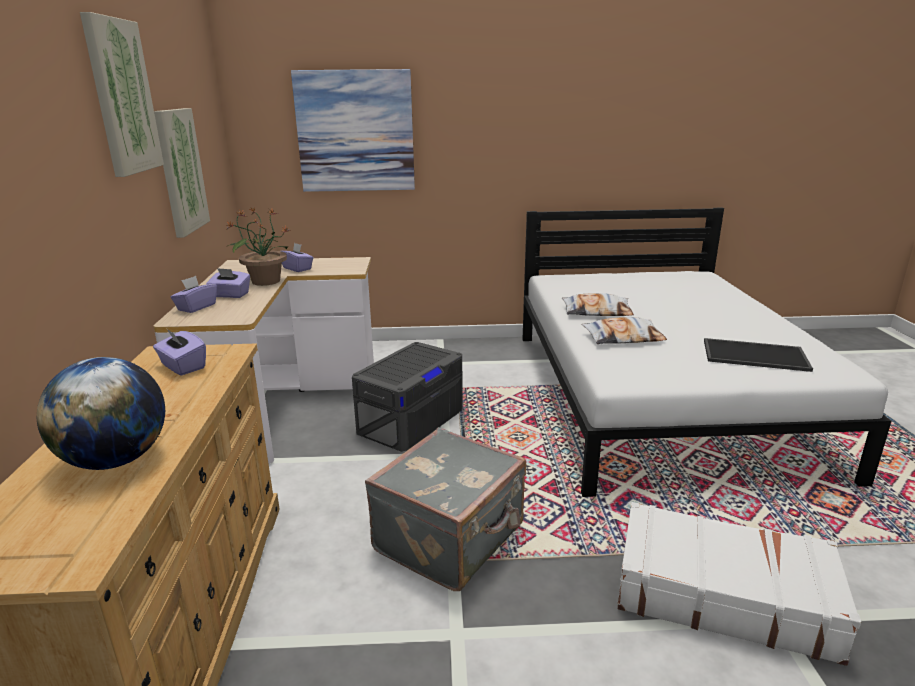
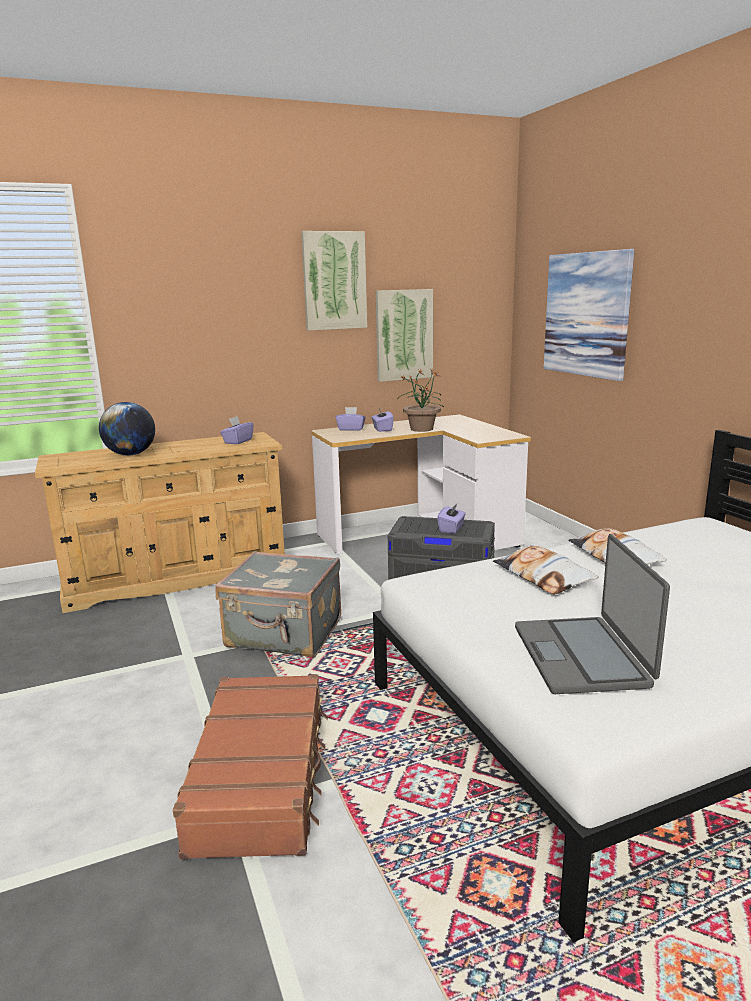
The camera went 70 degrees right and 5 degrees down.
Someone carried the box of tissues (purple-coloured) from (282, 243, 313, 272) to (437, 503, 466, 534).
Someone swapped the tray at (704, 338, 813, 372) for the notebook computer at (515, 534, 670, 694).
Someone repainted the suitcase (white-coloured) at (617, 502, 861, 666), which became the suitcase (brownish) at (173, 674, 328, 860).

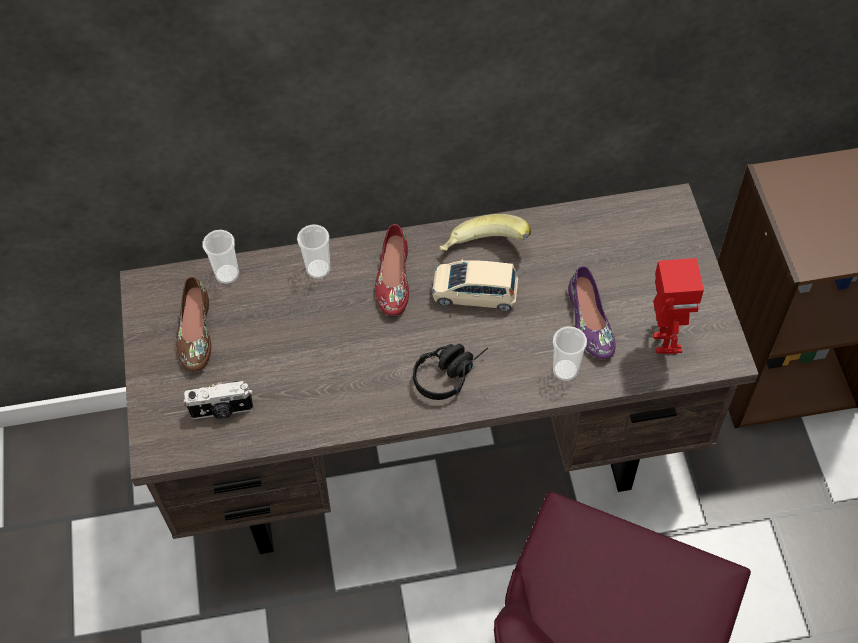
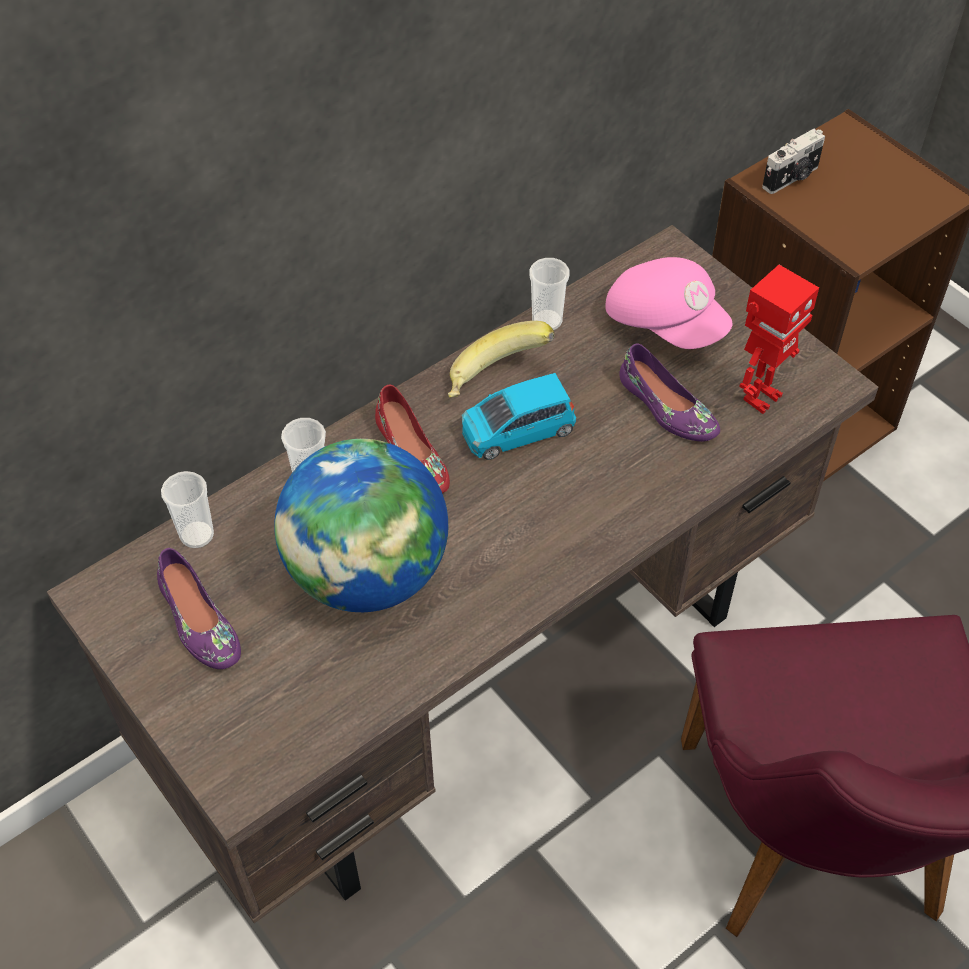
The camera went 30 degrees left and 5 degrees down.
Someone took away the headset (black) at (413, 344, 488, 400).
Someone put down the globe at (274, 439, 448, 612).
Someone put down the cap (pink-coloured) at (605, 257, 732, 349).
Someone carried the photo camera from (183, 381, 253, 419) to (762, 129, 825, 194).
Someone carried the drinking cup from (553, 326, 587, 381) to (529, 258, 570, 330).
Someone repainted the shoe (brownish) at (176, 277, 211, 371), which became the shoe (purple-coloured) at (157, 548, 241, 669).
Someone repainted the miniature car (sand-coloured) at (432, 260, 518, 311), which became the miniature car (blue) at (462, 373, 576, 460).
Someone rotated the robot figure at (653, 258, 704, 354) by 75 degrees clockwise.

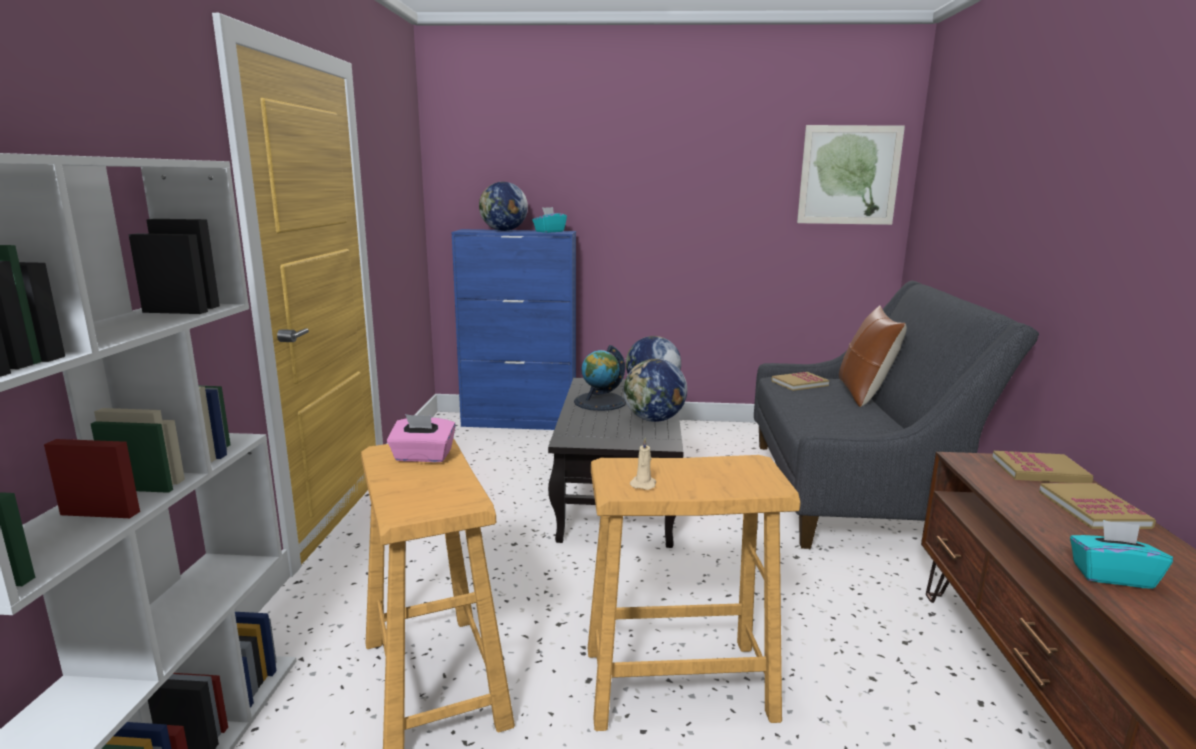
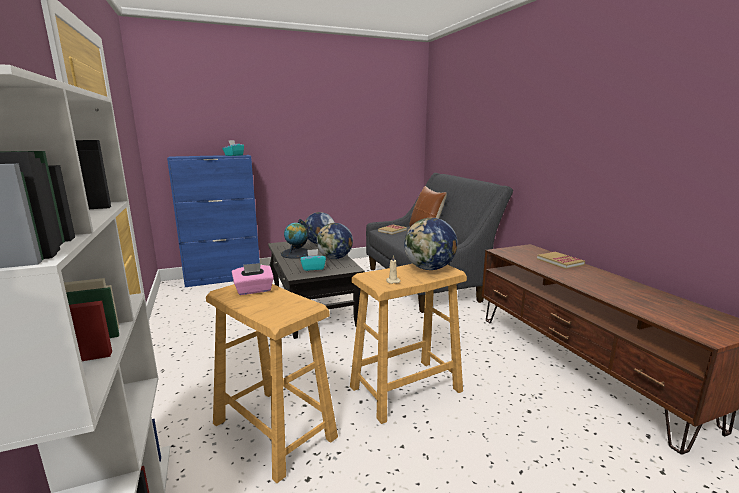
The camera went 25 degrees left and 0 degrees up.
Someone took away the picture at (797, 125, 905, 225).
Someone took away the volume at (992, 451, 1093, 483).
Someone carried the globe from (479, 182, 528, 231) to (404, 218, 458, 270).
Someone carried the box of tissues (turquoise-coloured) from (1070, 520, 1173, 589) to (300, 249, 326, 271).

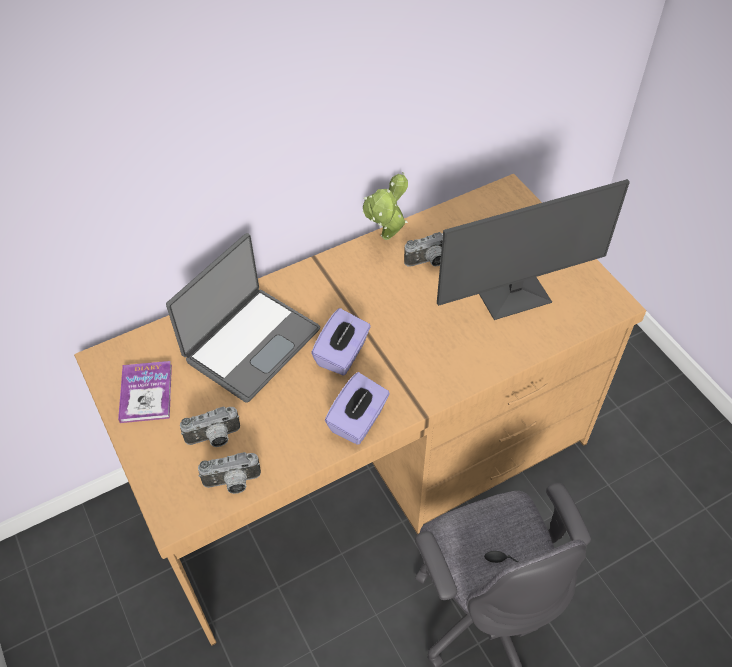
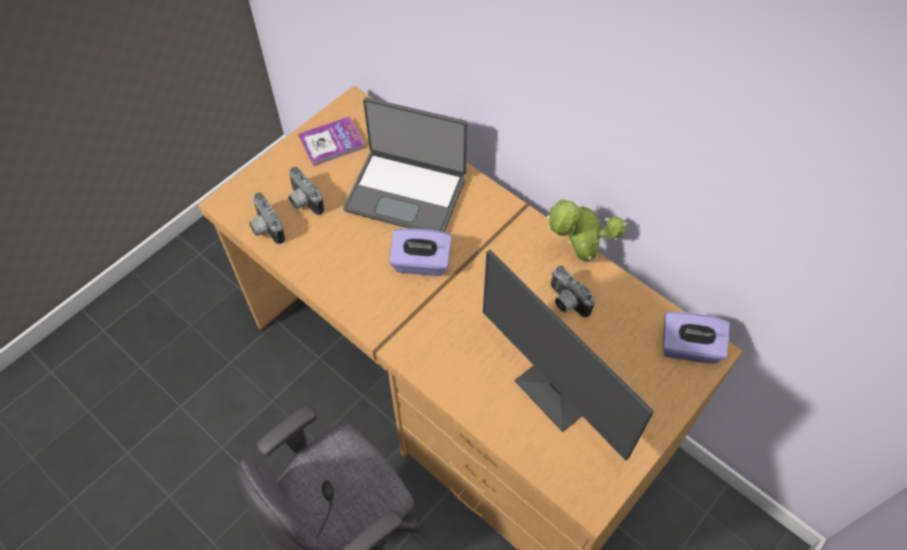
The camera went 70 degrees right and 5 degrees up.
Someone carried the box of tissues (purple-coloured) from (325, 372, 390, 445) to (663, 312, 730, 364).

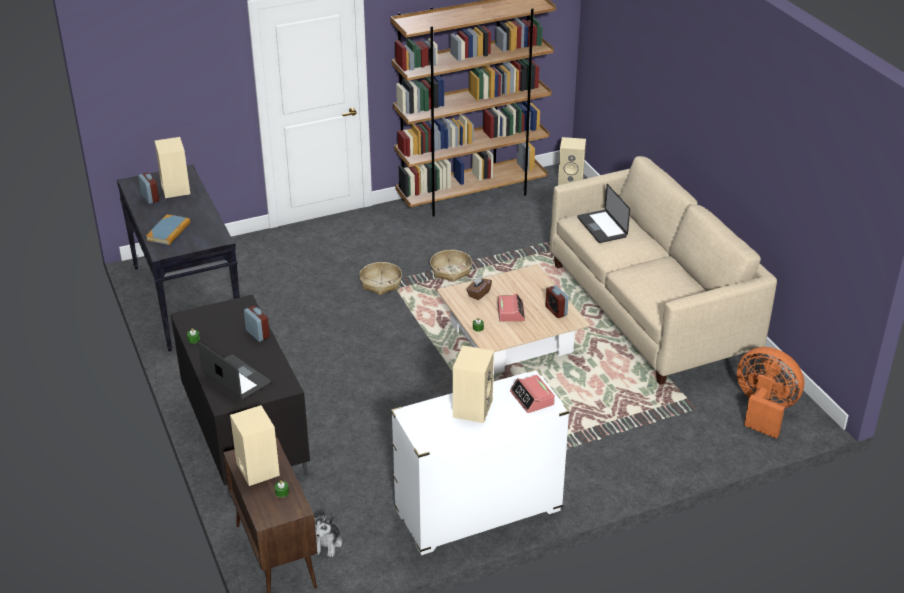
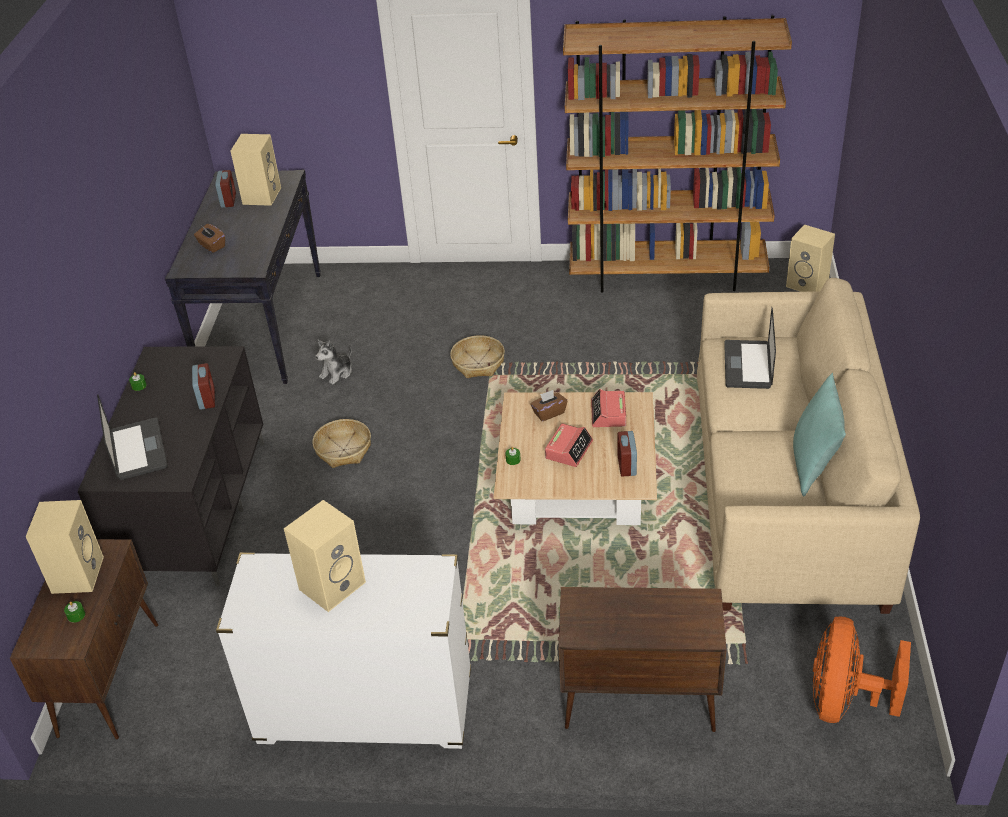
The camera went 30 degrees right and 5 degrees up.
Someone put down the cupboard (brownish) at (558, 587, 727, 732).
Someone put down the cushion (turquoise-coloured) at (793, 373, 846, 496).
Someone carried the cuddly toy from (314, 515, 342, 557) to (316, 340, 352, 385).
Someone carried the storage basket from (430, 250, 472, 282) to (313, 419, 371, 468).
Someone carried the alarm clock from (510, 375, 555, 413) to (591, 389, 626, 427).
Someone swapped the volume at (146, 214, 190, 245) for the box of tissues (brownish) at (194, 224, 225, 253).
Someone rotated the fan (orange-coloured) at (737, 347, 804, 439) by 135 degrees counterclockwise.

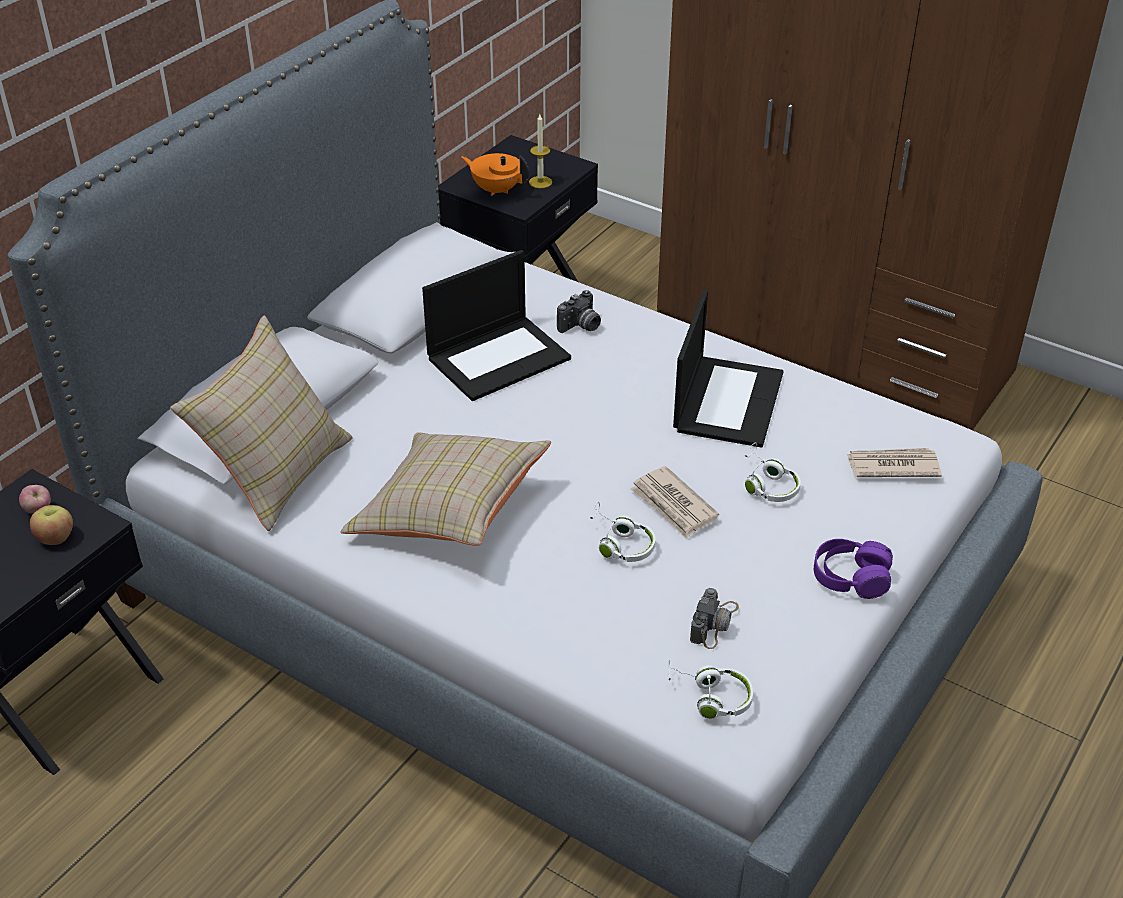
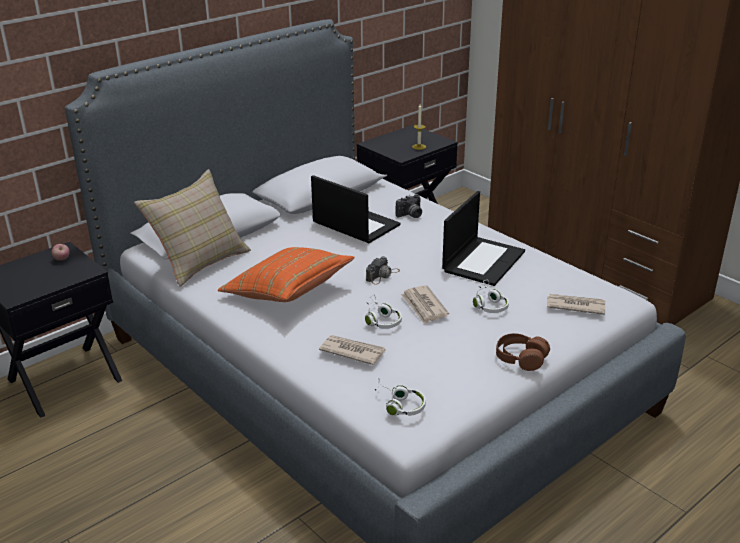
The camera went 15 degrees right and 10 degrees down.
Someone took away the apple fruit at (30, 505, 73, 545).
Someone took away the tea pot (orange-coloured) at (461, 153, 529, 196).
Someone put down the printed paper at (319, 335, 385, 365).
Someone carried the photo camera from (690, 588, 739, 649) to (366, 256, 400, 285).
Someone repainted the cushion (sand-coloured) at (341, 432, 551, 546), which became the cushion (orange-coloured) at (218, 247, 355, 302).
Someone repainted the headset (purple-coloured) at (814, 539, 893, 599), which became the headset (brownish) at (496, 333, 550, 371).
Someone rotated the notebook computer at (422, 250, 571, 401) by 120 degrees counterclockwise.

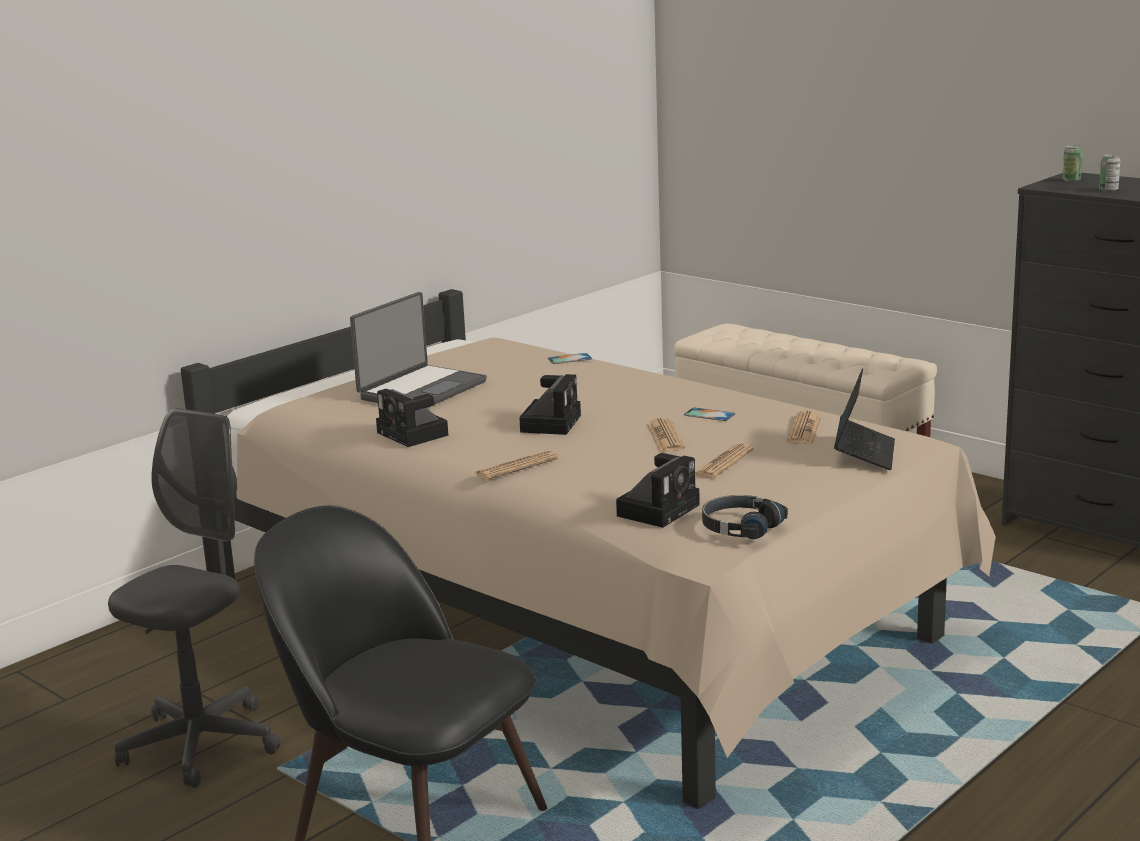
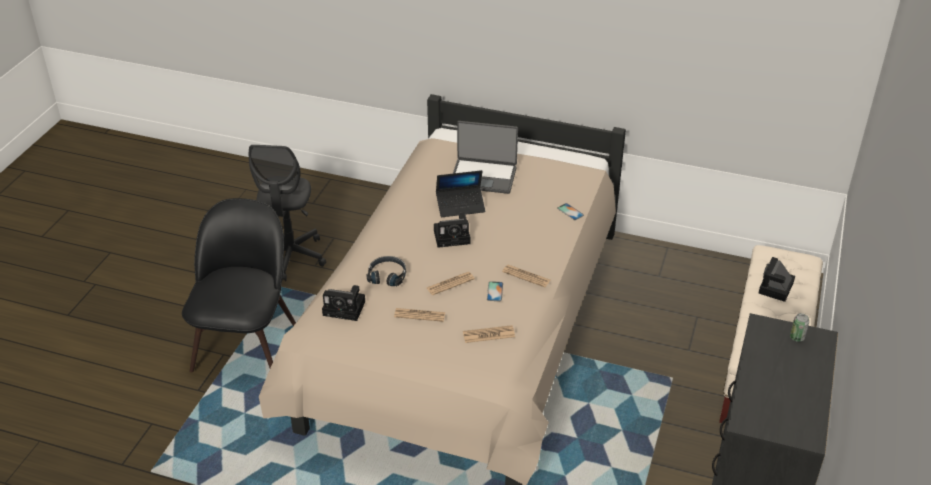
The camera went 65 degrees right and 20 degrees up.
Someone took away the sealed can at (1099, 154, 1121, 192).
Someone carried the photo camera from (376, 389, 449, 447) to (759, 257, 795, 302).
Someone carried the printed paper from (475, 450, 558, 480) to (502, 265, 551, 287).
Someone carried the headset (black) from (702, 495, 788, 539) to (366, 256, 406, 287).
Someone carried the notebook computer from (834, 368, 895, 470) to (436, 170, 485, 217).
Someone rotated the office chair (greyish) at (108, 408, 280, 788) by 90 degrees clockwise.

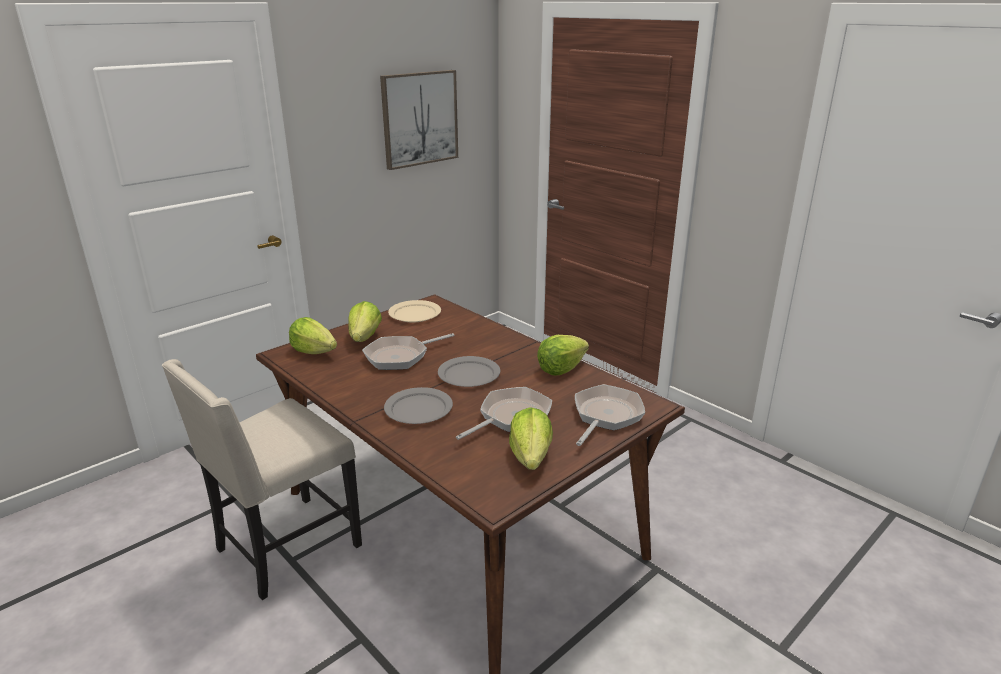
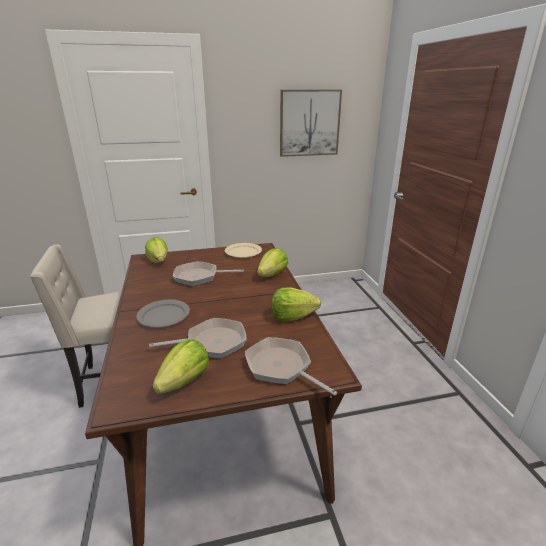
The camera went 30 degrees right and 0 degrees up.
Someone took away the dinner plate (greyish) at (438, 356, 500, 387).
Someone carried the lettuce head from (349, 301, 382, 342) to (257, 248, 288, 277).
Someone rotated the skillet at (575, 384, 645, 446) by 105 degrees counterclockwise.

